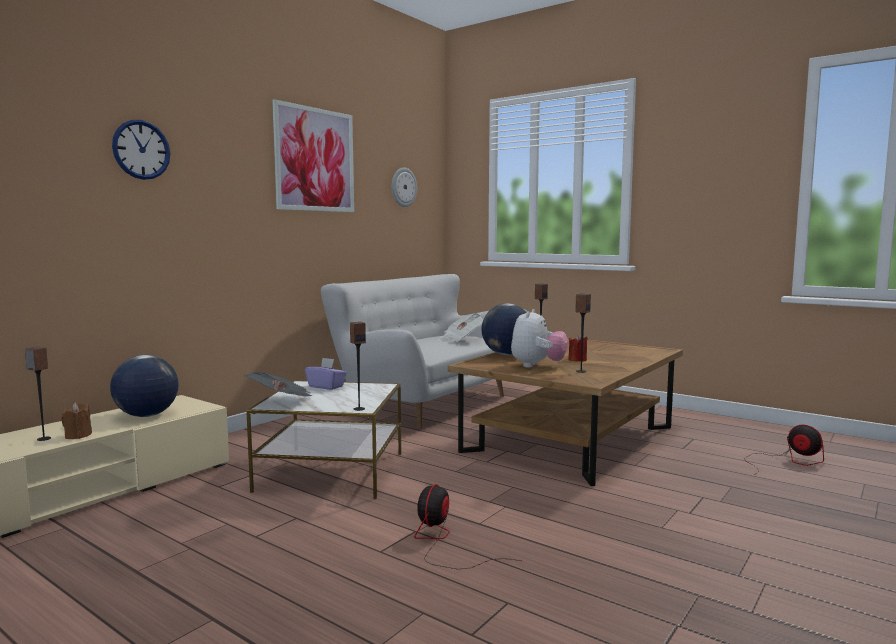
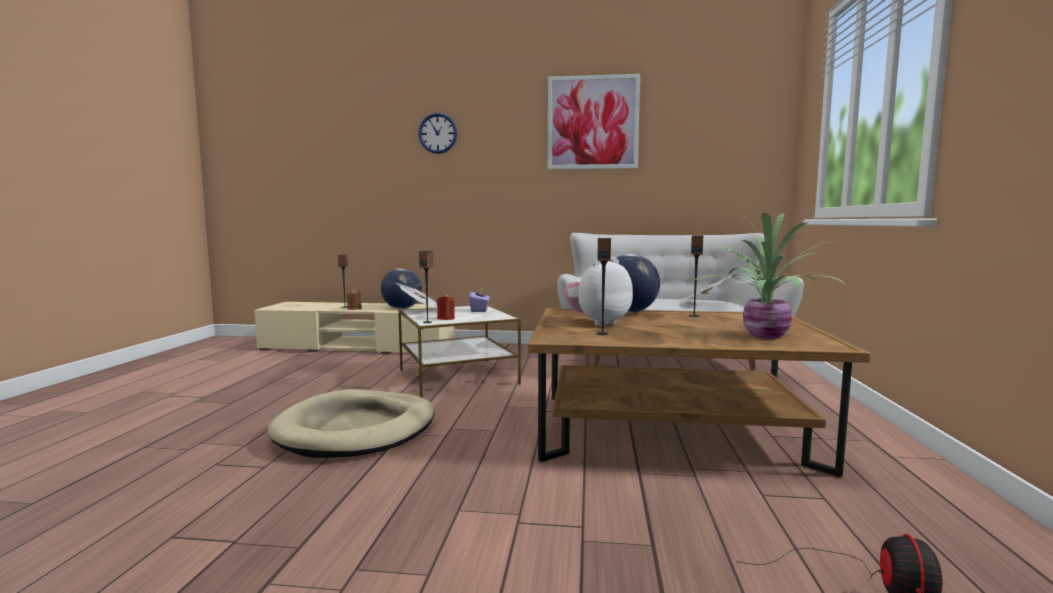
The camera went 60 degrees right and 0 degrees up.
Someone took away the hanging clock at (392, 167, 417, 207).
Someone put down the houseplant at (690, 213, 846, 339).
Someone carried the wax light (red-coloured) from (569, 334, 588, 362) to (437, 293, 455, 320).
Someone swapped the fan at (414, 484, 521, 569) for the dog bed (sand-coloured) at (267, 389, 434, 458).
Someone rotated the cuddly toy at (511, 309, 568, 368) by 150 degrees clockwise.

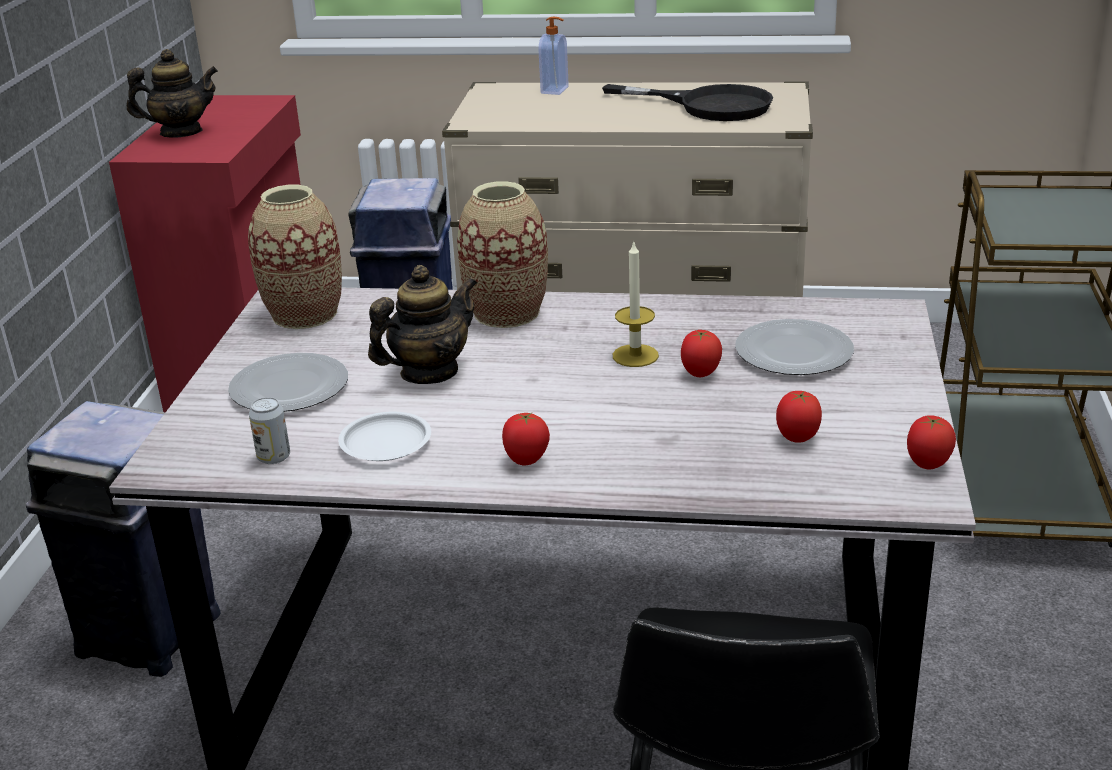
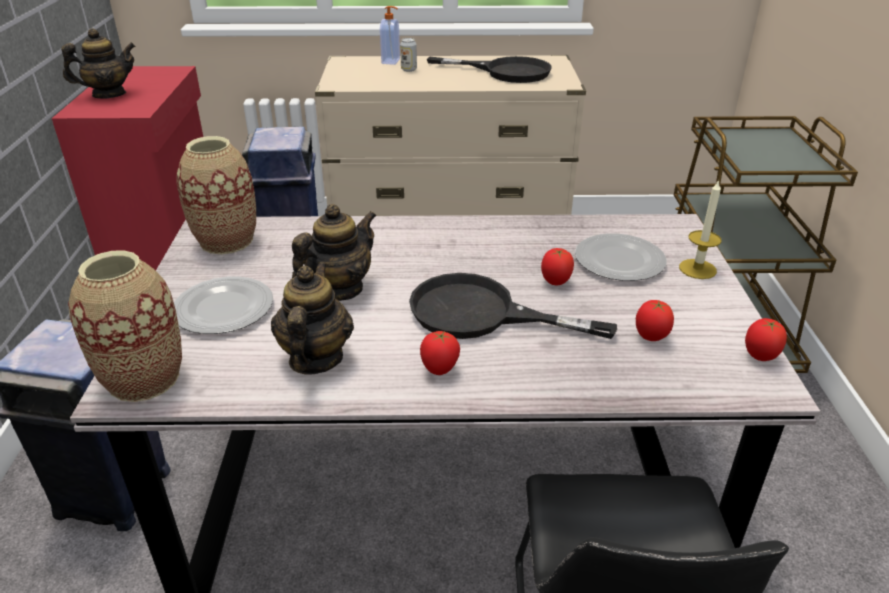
The camera went 10 degrees left and 5 degrees up.
Someone put down the skillet (black) at (409, 273, 617, 339).
Someone carried the sealed can from (249, 397, 290, 464) to (400, 38, 417, 72).
Someone carried the vase from (457, 181, 548, 328) to (68, 250, 182, 402).
Someone carried the wax light from (613, 240, 659, 367) to (679, 179, 722, 279).
Someone swapped the dinner plate (white-coloured) at (338, 412, 431, 461) for the tea pot at (271, 262, 354, 375).

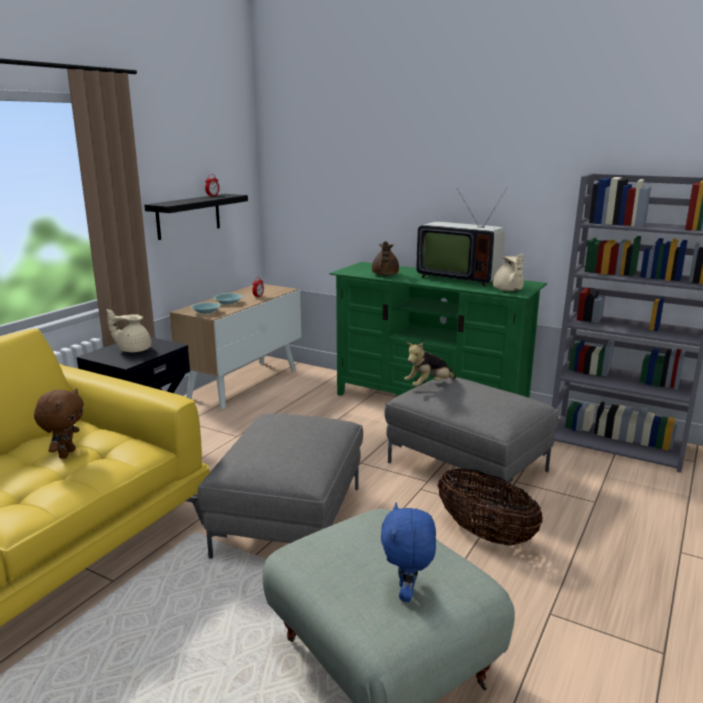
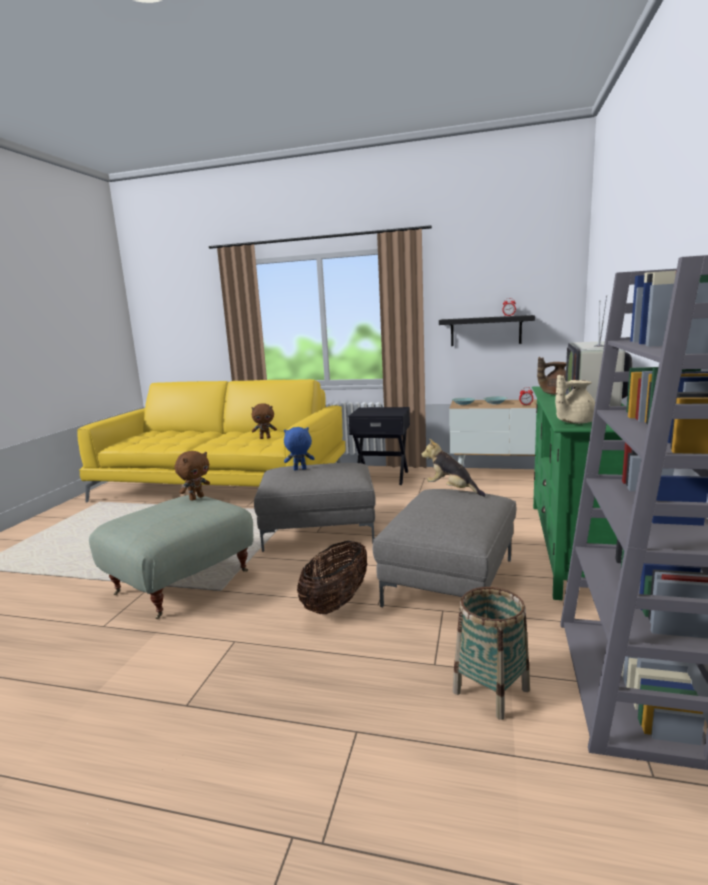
The camera went 75 degrees right and 5 degrees down.
Someone took away the tea pot (sand-coloured) at (107, 309, 151, 353).
Someone put down the cuddly toy (brownish) at (175, 451, 210, 501).
Someone put down the storage basket at (453, 587, 530, 720).
Someone carried the cuddly toy (blue) from (381, 503, 436, 602) to (284, 427, 315, 471).

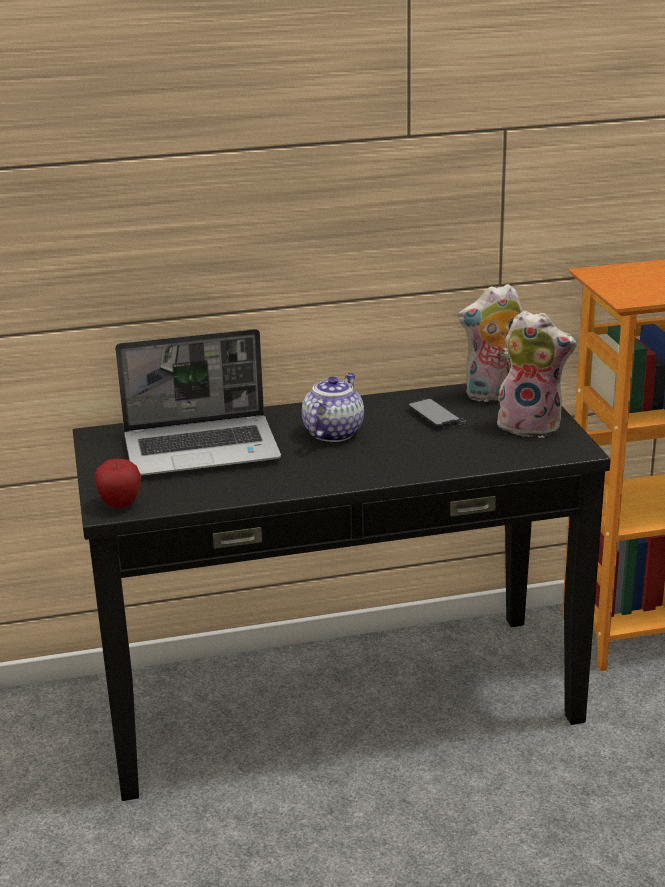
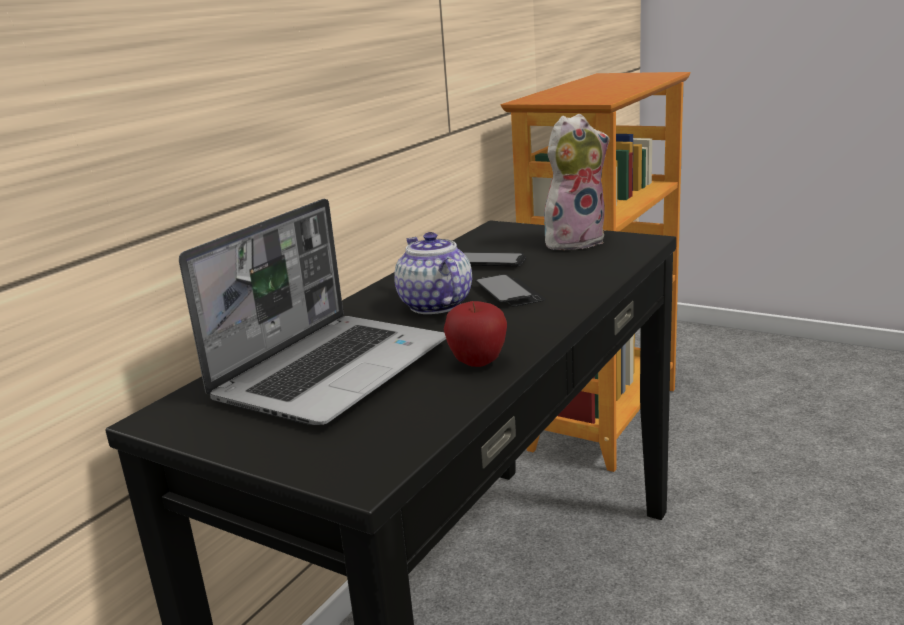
The camera went 45 degrees left and 5 degrees down.
Someone took away the cuddly toy at (458, 284, 523, 402).
Someone put down the handset at (475, 274, 545, 306).
Someone carried the apple fruit from (94, 459, 141, 508) to (444, 301, 507, 367).

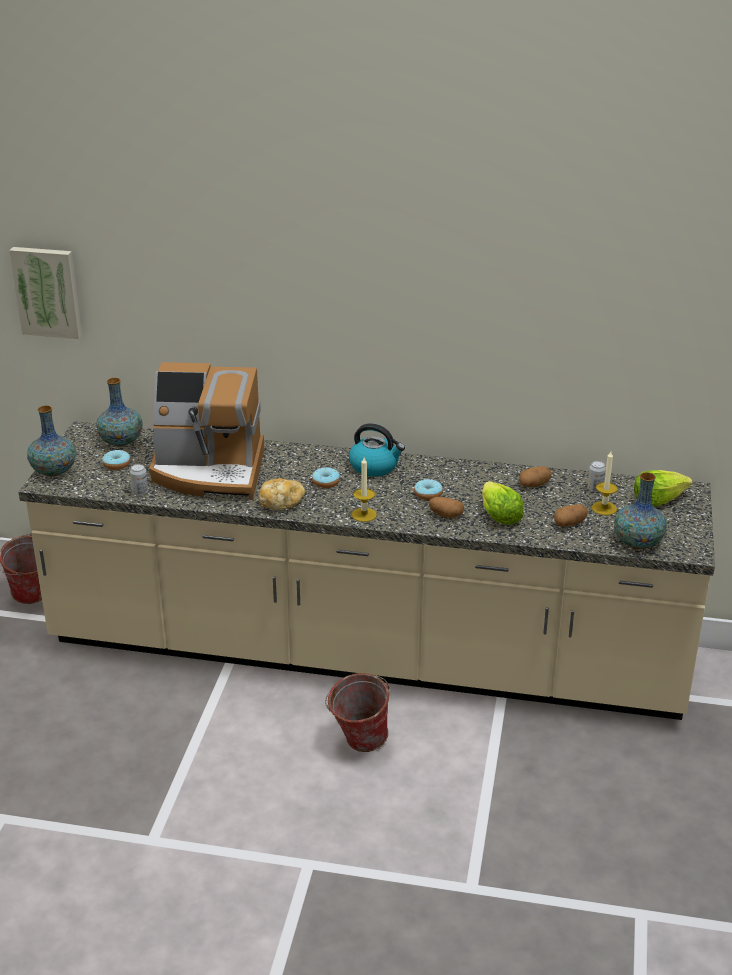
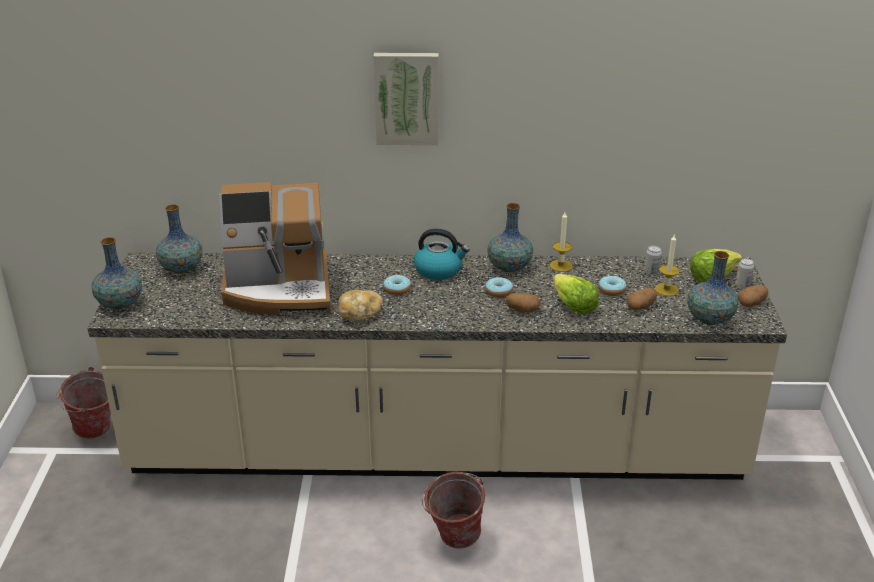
The camera went 10 degrees left and 0 degrees up.
Someone put down the vase at (487, 203, 533, 272).
Someone carried the picture from (9, 247, 82, 339) to (373, 53, 439, 145).
Someone carried the ring doughnut from (102, 450, 131, 470) to (598, 276, 626, 296).
Someone carried the sealed can from (130, 464, 148, 496) to (735, 258, 754, 289).
Someone carried the wax light from (352, 457, 377, 522) to (550, 212, 573, 272).
Someone carried the whole potato from (519, 466, 551, 487) to (738, 285, 768, 307).

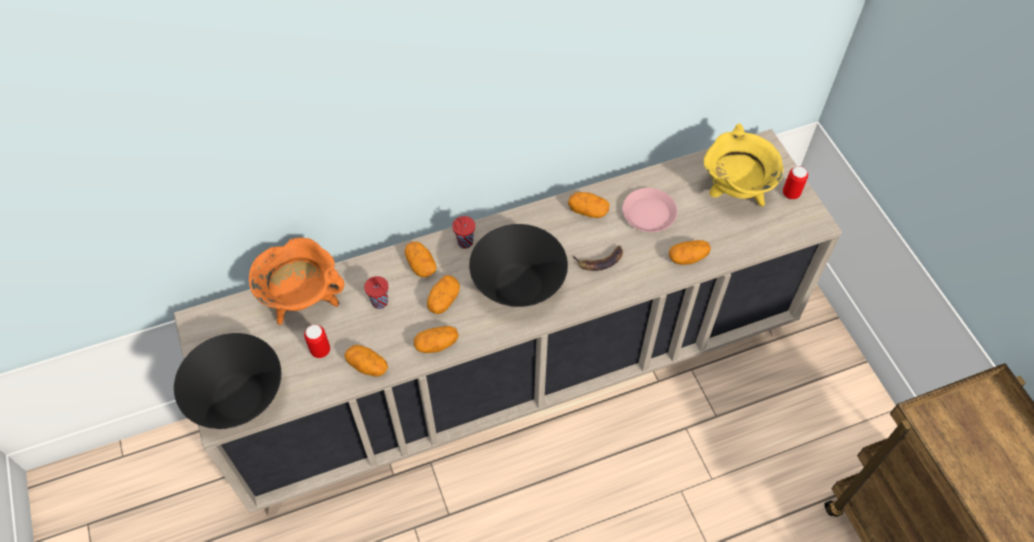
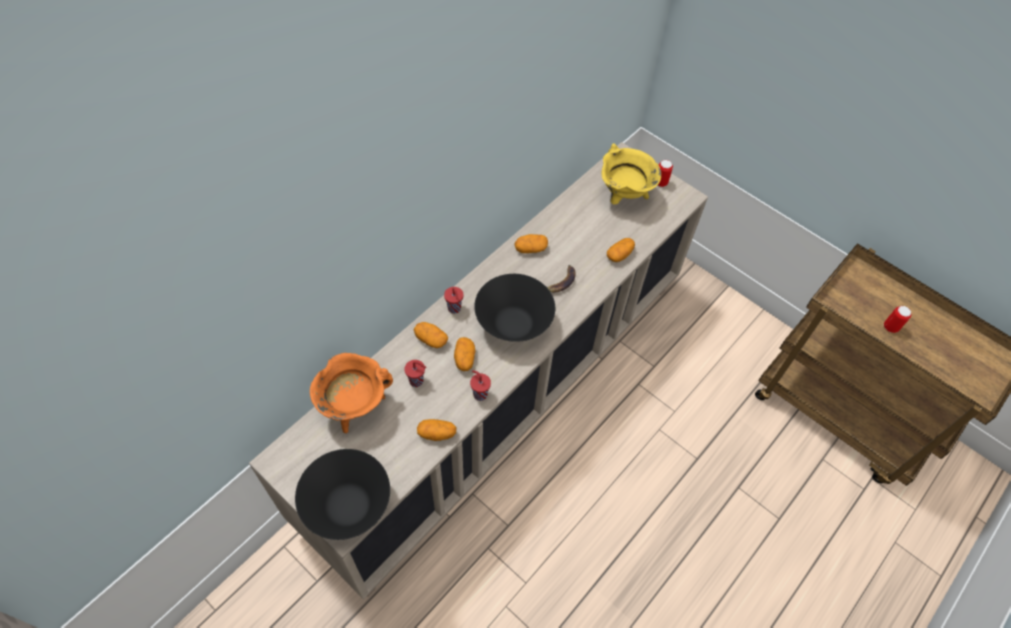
The camera went 30 degrees left and 0 degrees up.
Someone took away the dinner plate (pink-coloured) at (622, 188, 677, 232).
Someone carried the sealed can from (304, 325, 330, 358) to (884, 306, 911, 333).
Someone swapped the whole potato at (414, 326, 459, 353) for the drinking cup (red-coloured) at (470, 370, 491, 401).

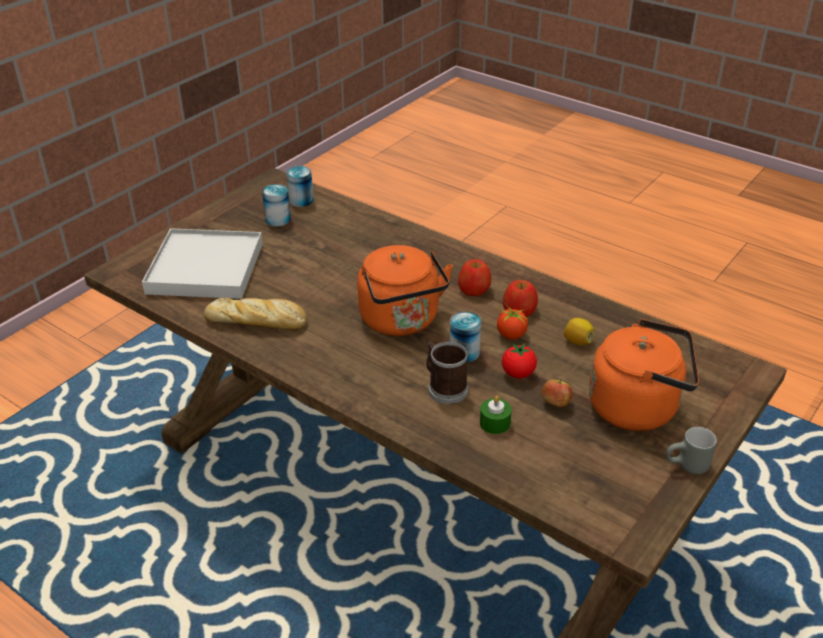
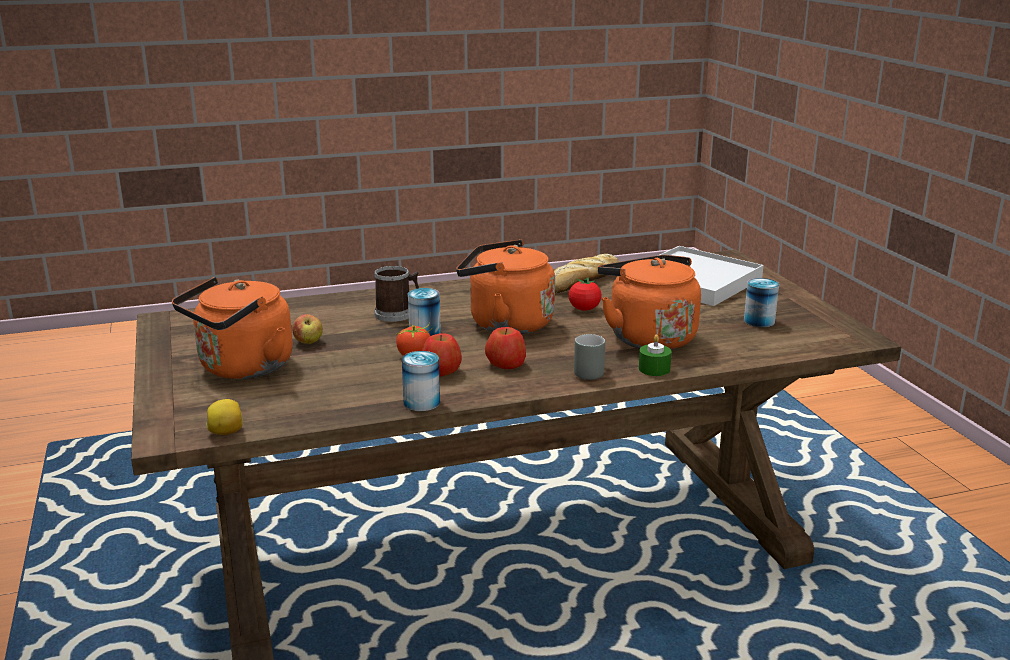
The camera went 125 degrees right and 15 degrees down.
Someone put down the water kettle (orange-coloured) at (598, 255, 701, 350).
Someone carried the sealed can from (286, 166, 314, 207) to (402, 351, 440, 411).
Someone carried the wax light (green) from (480, 396, 512, 434) to (639, 334, 672, 376).
Someone carried the tomato from (502, 343, 537, 378) to (568, 277, 602, 311).
Someone carried the whole lemon from (564, 318, 594, 346) to (206, 399, 243, 435).
Someone carried the mug (greyish) from (666, 427, 717, 474) to (574, 334, 605, 380).

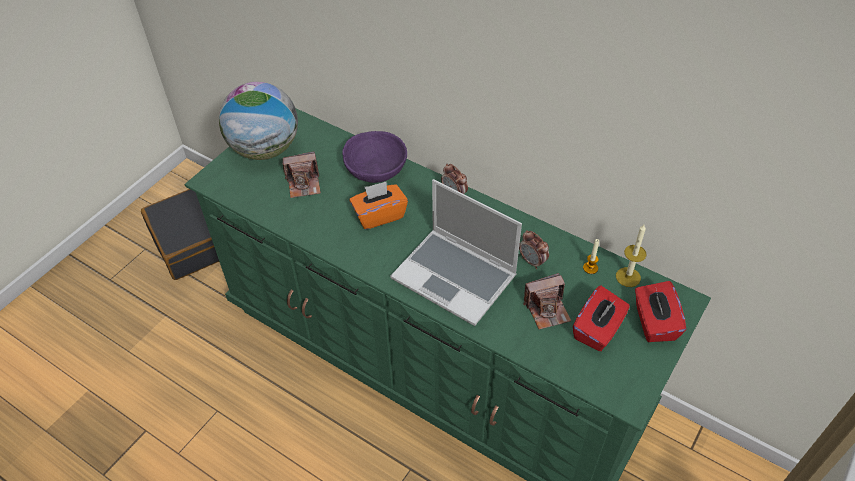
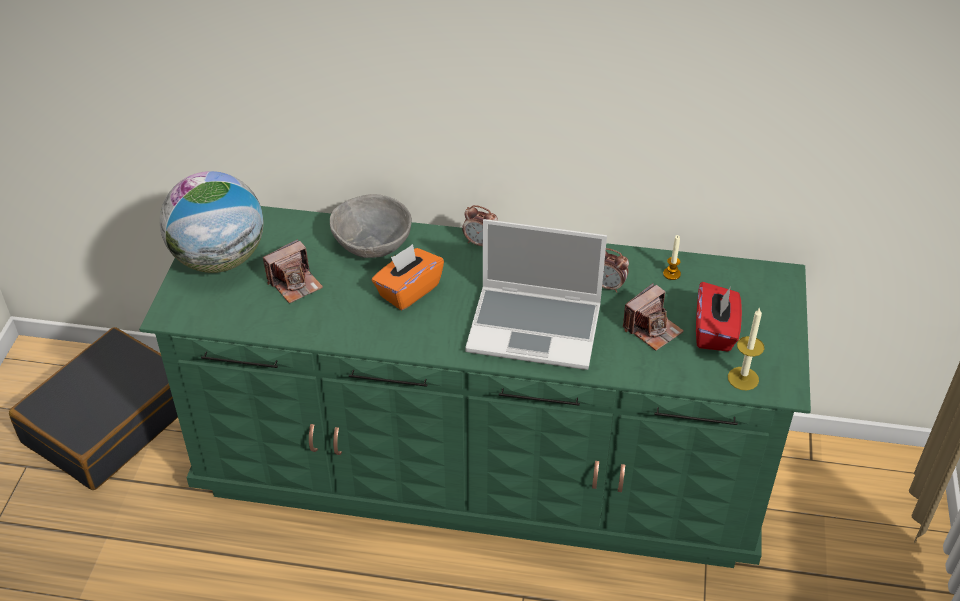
The camera went 25 degrees left and 5 degrees down.
Someone took away the box of tissues (red-coloured) at (635, 281, 686, 342).
Someone carried the wax light from (616, 225, 647, 287) to (728, 307, 764, 390).
Someone repainted the serving bowl (purple-coloured) at (342, 131, 407, 183), which became the serving bowl (greyish) at (330, 194, 412, 258).

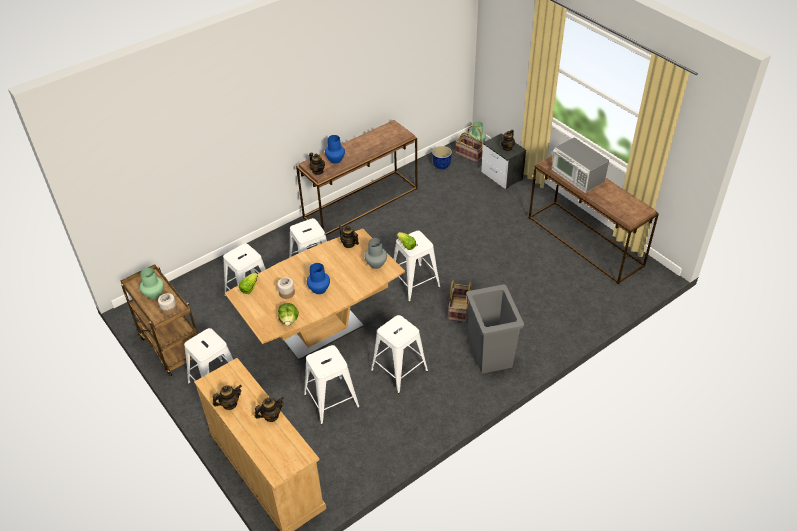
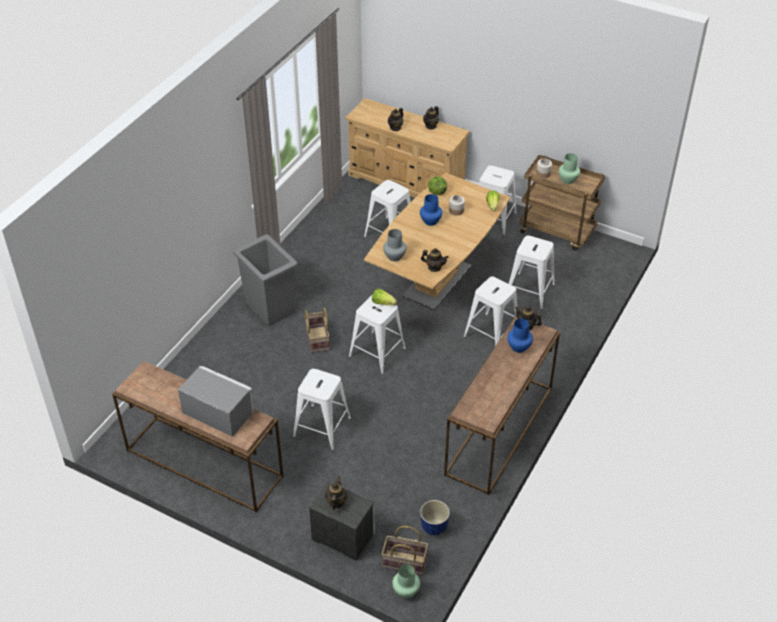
The camera went 155 degrees right and 0 degrees up.
Someone carried the sitting stool (white-coloured) from (371, 315, 428, 393) to (293, 369, 351, 450).

